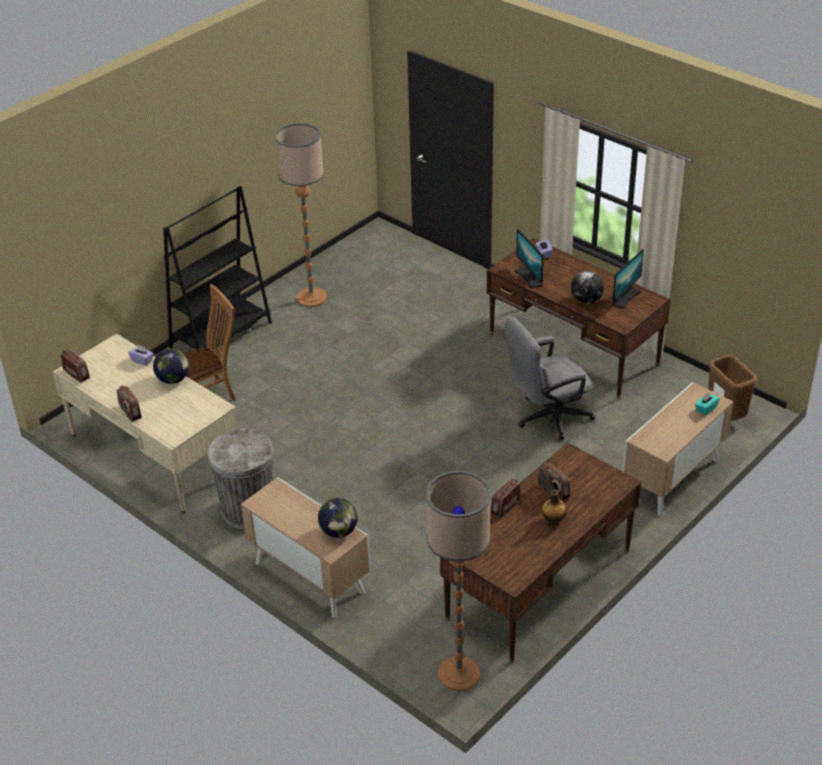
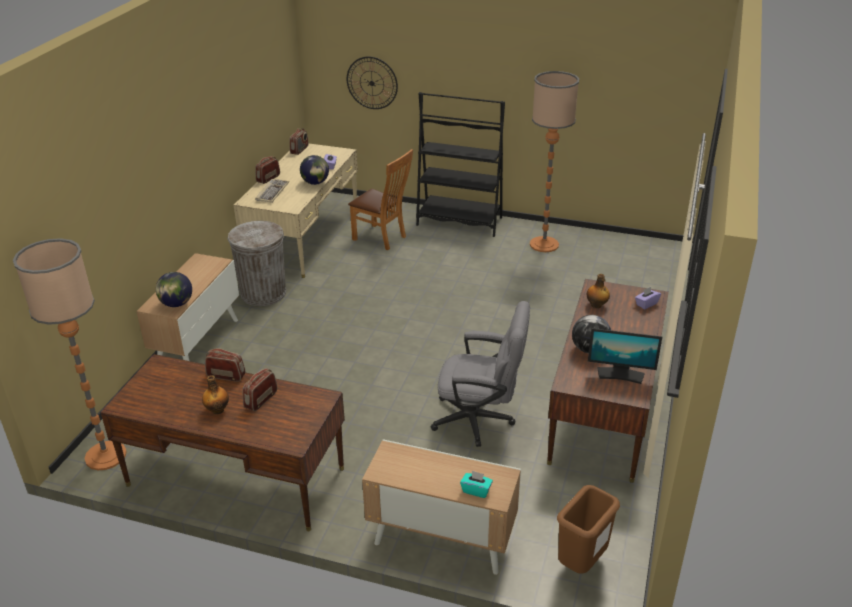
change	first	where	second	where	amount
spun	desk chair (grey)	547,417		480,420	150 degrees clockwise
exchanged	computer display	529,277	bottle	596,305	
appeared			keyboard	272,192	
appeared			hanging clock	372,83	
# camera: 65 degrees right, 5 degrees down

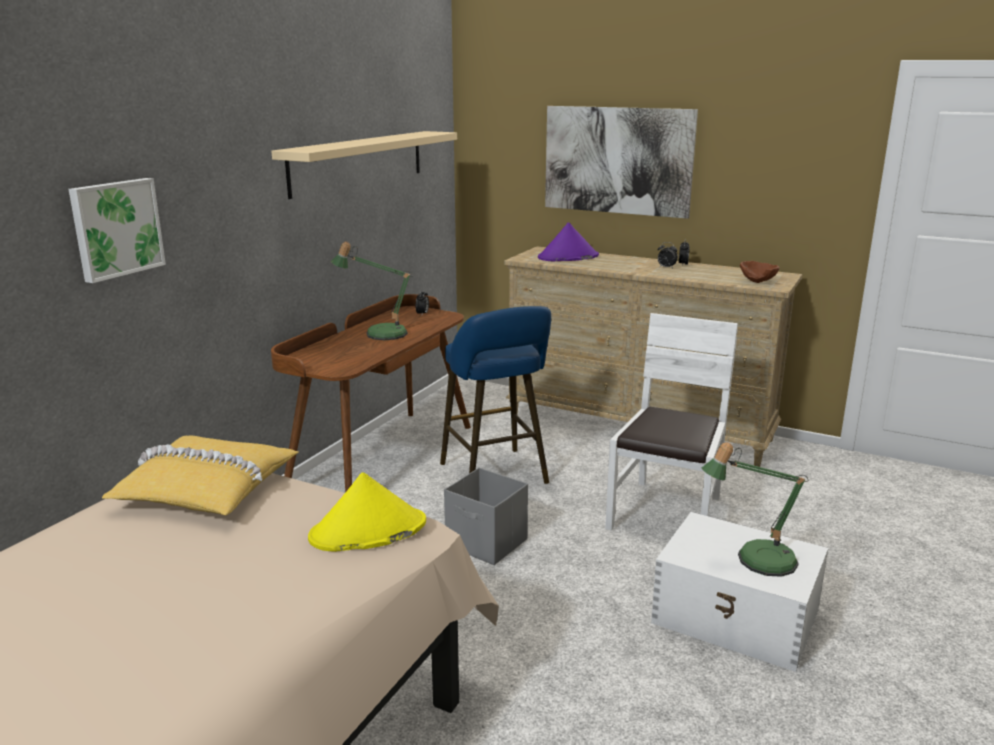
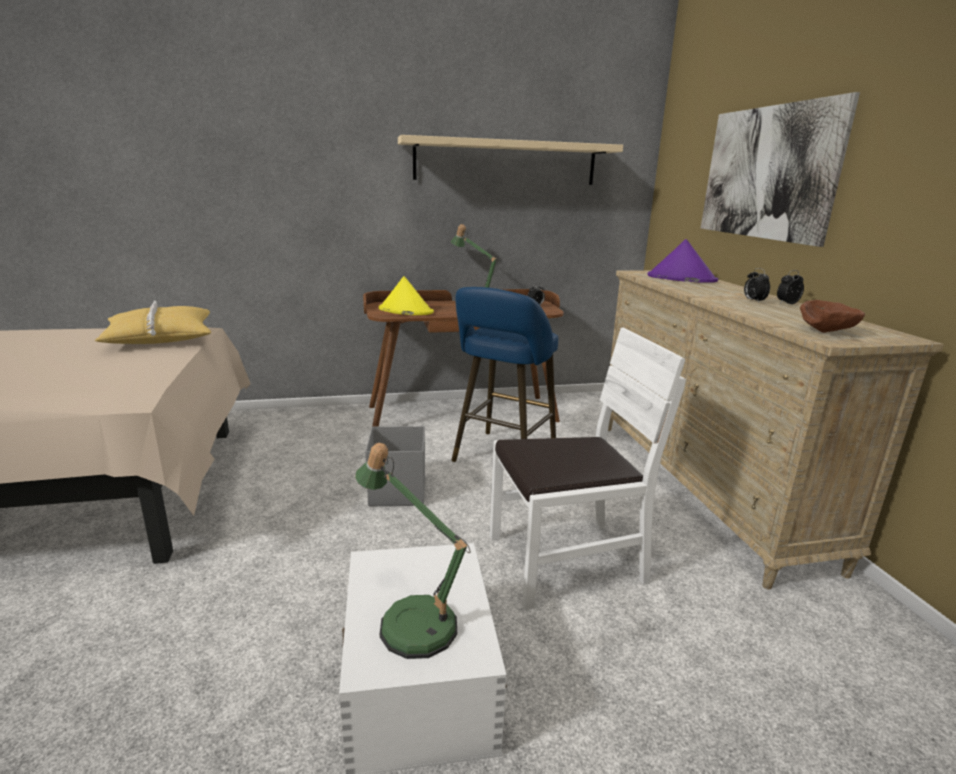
change	first	where	second	where	amount
missing	wall art	116,228			
relocated	clothing hat (yellowish)	367,531		405,310	
# camera: 50 degrees right, 0 degrees up

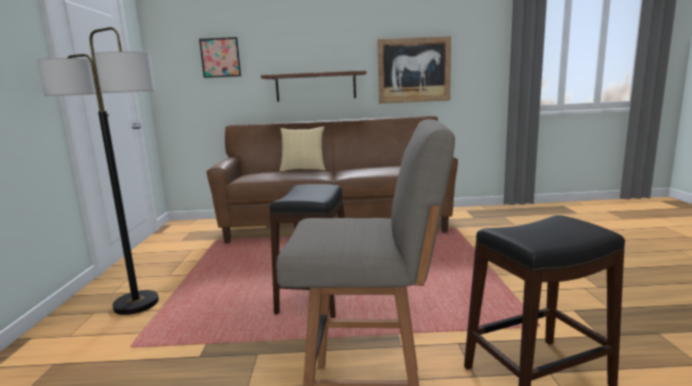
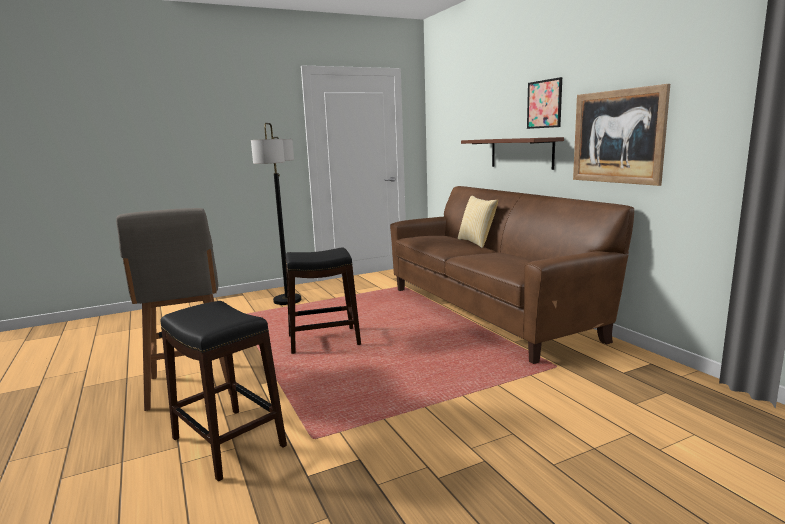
change	first	where	second	where	amount
relocated	wall art	220,57		544,104	
# camera: 65 degrees right, 0 degrees up

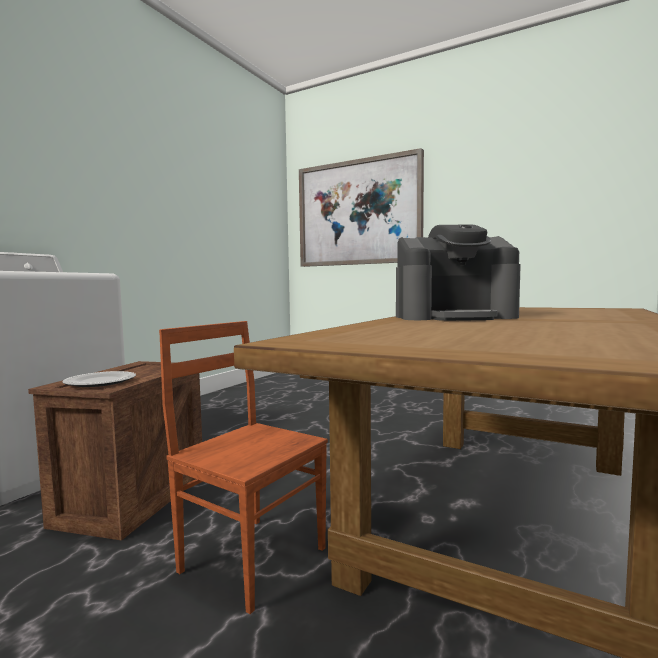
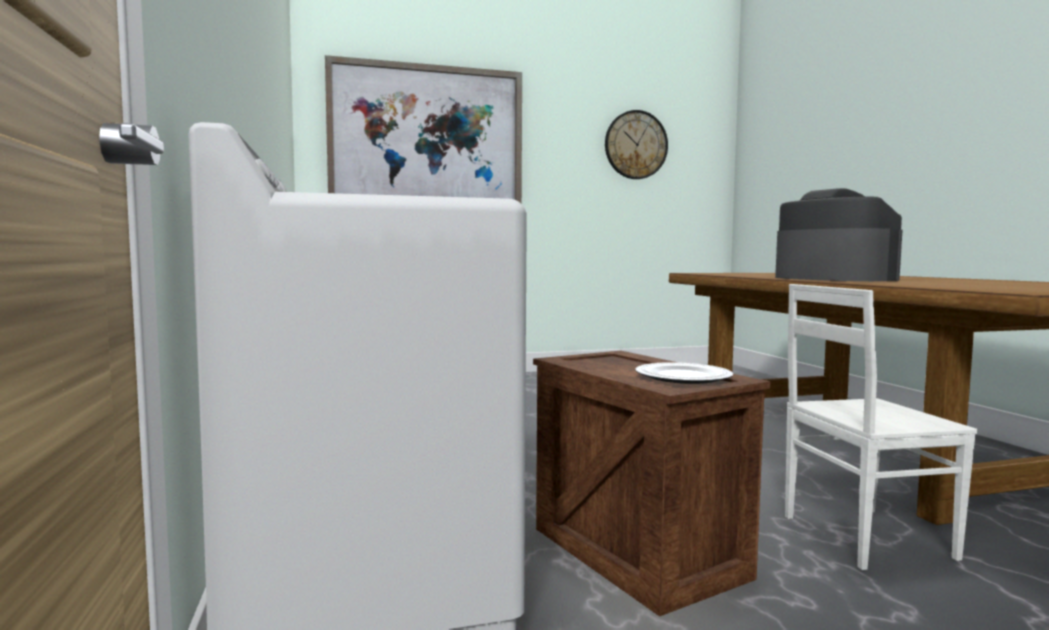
change	first	where	second	where	amount
colour	upright chair (brownish)	253,558	upright chair (white)	862,536	
spun	coffee brewer	454,317		832,279	75 degrees counterclockwise
appeared			hanging clock	636,145	
# camera: 45 degrees left, 0 degrees up

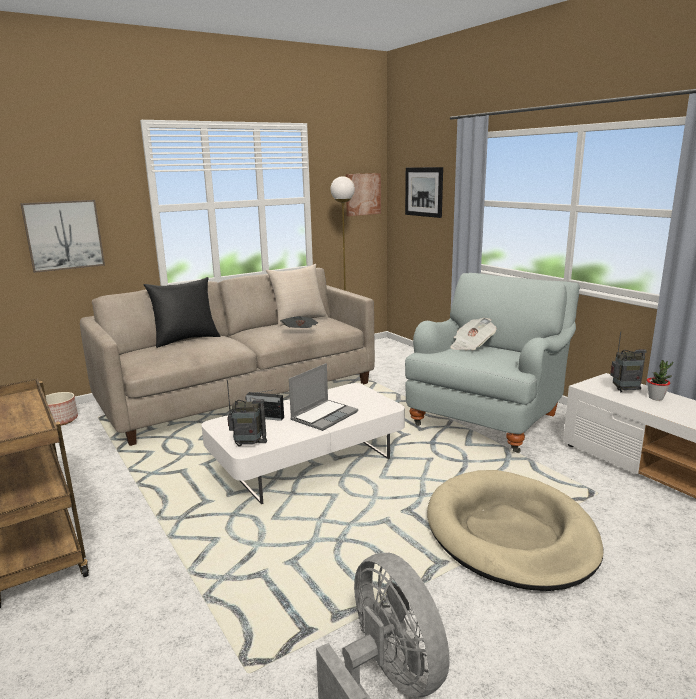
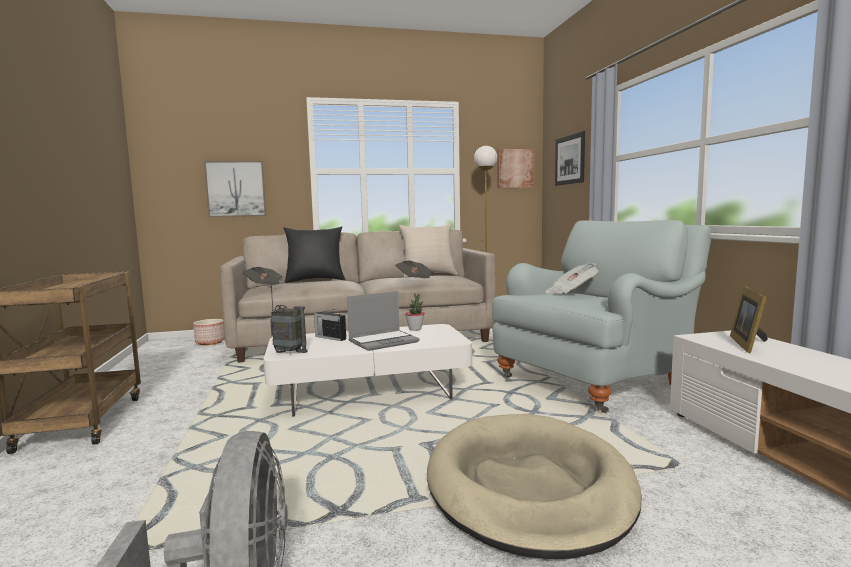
change	first	where	second	where	amount
exchanged	radio	625,391	picture frame	749,344	
relocated	potted plant	656,398		415,329	
appeared			daily paper	265,287	
# camera: 20 degrees right, 10 degrees down

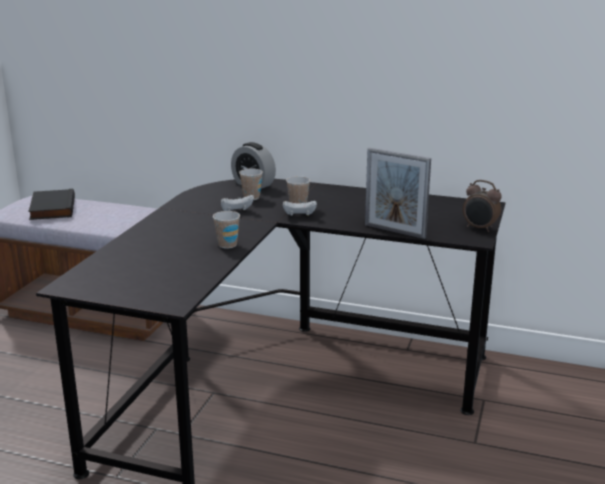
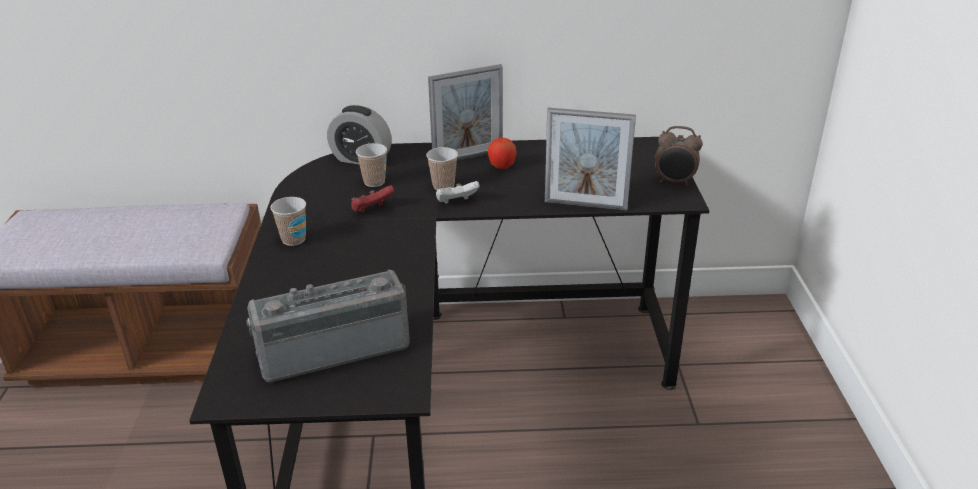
change	first	where	second	where	amount
missing	book (blackish)	51,208			
relocated	small cup	227,245		293,239	
colour	joypad (white)	236,211	joypad (red-coloured)	372,209	
appeared			radio	333,348	
appeared			picture frame	468,157	
appeared			apple fruit	502,166	
# camera: 20 degrees left, 10 degrees up

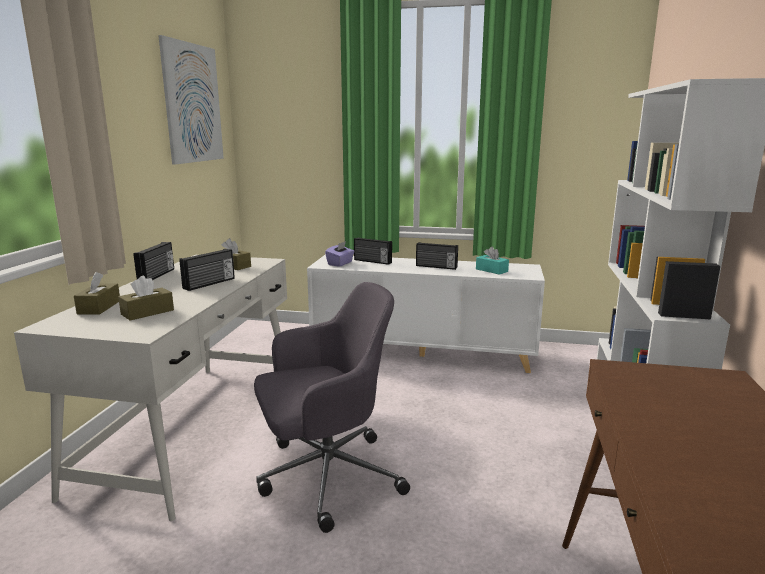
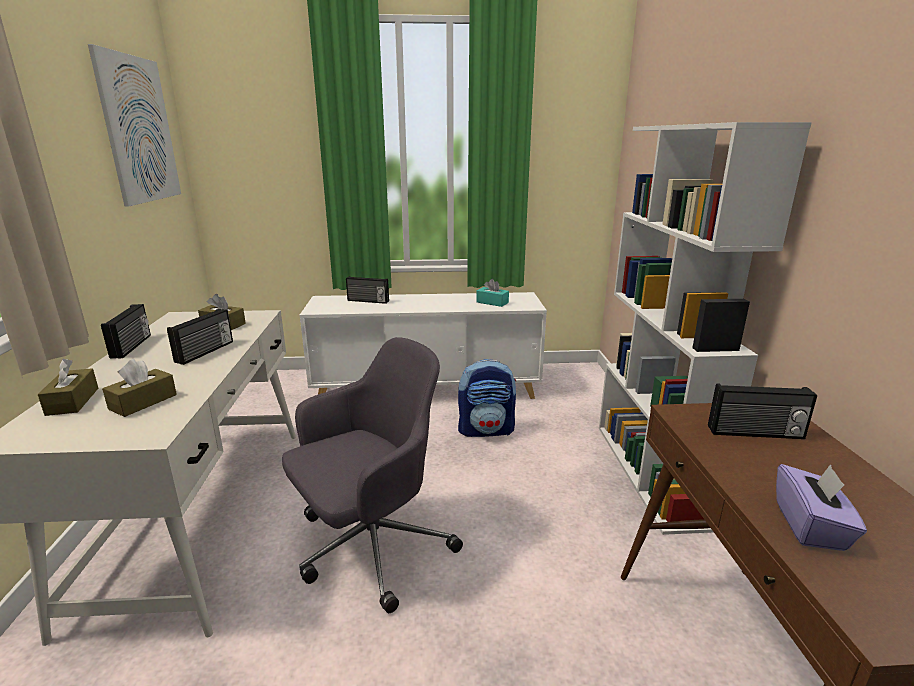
change	first	where	second	where	amount
relocated	tissue holder (purplish)	340,263		810,526	
relocated	radio	436,267		755,433	
appeared			knapsack	486,430	
# camera: 15 degrees left, 5 degrees up

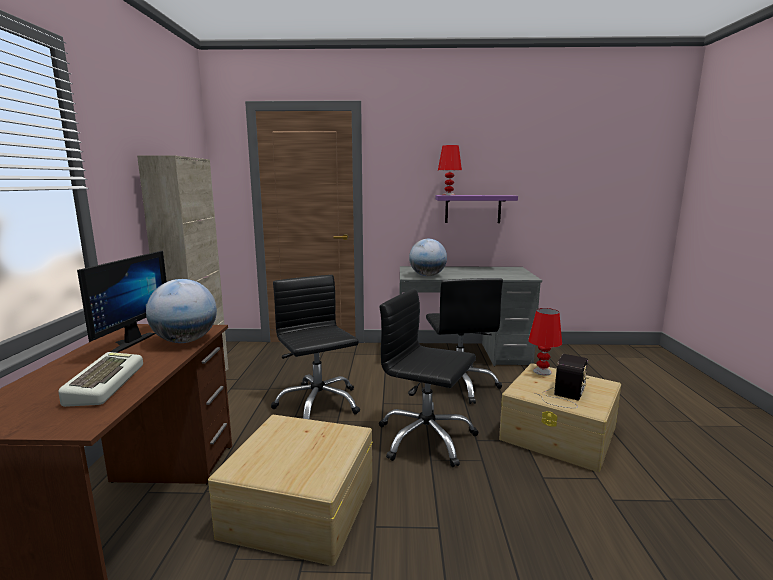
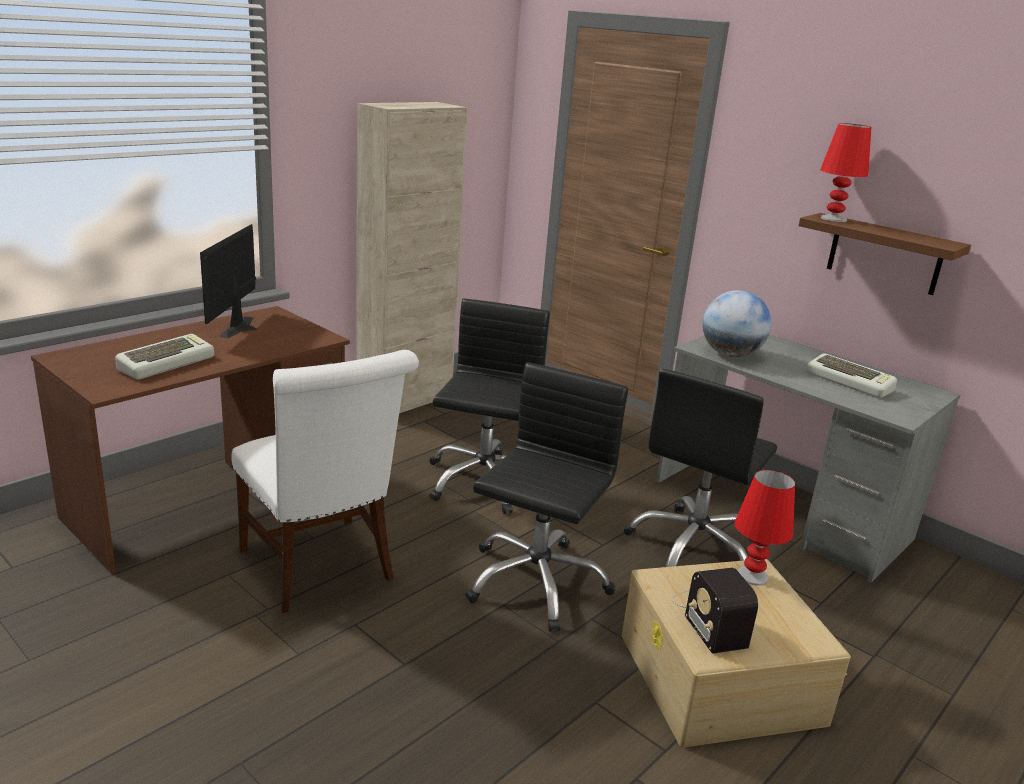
change	first	where	second	where	amount
spun	computer display	127,342		244,328	135 degrees clockwise
missing	desk globe	185,341			
exchanged	storage box (beige-coloured)	299,507	upright chair (white)	321,569	
spun	desk chair (blackish)	425,438		536,581	45 degrees clockwise
colour	bracket shelf (purplish)	473,209	bracket shelf (brownish)	885,254	
spun	radio	564,395		709,617	90 degrees clockwise
appeared			keyboard	850,382	
# camera: 40 degrees right, 10 degrees up

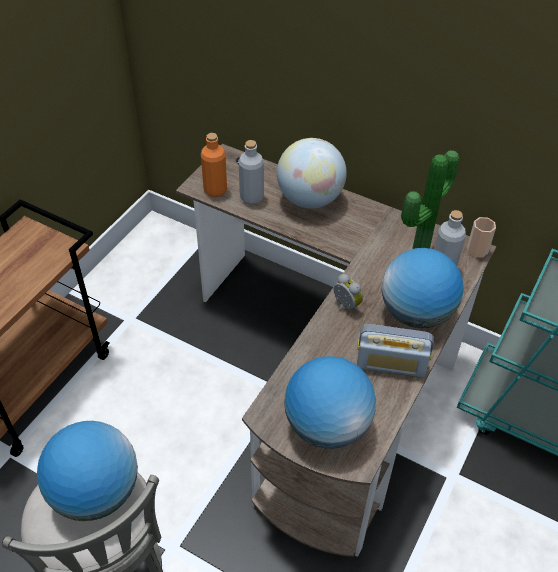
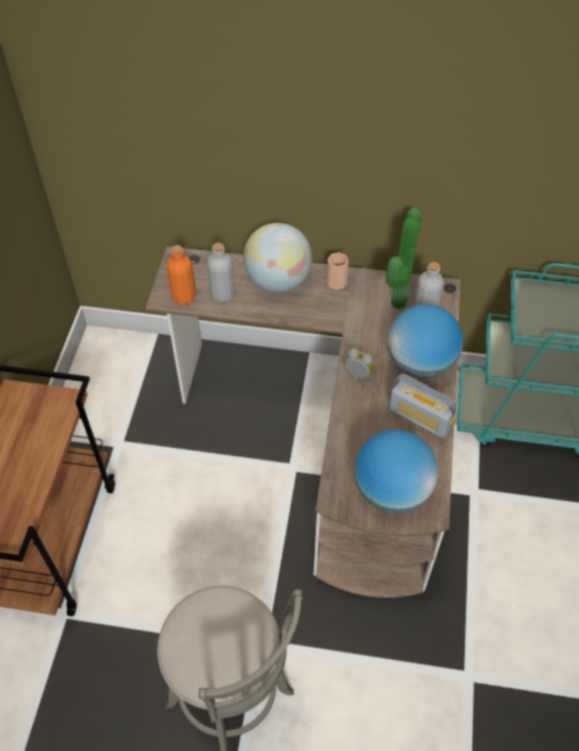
change	first	where	second	where	amount
missing	desk globe	96,492			
spun	radio	391,364		420,418	45 degrees clockwise
relocated	small cup	477,250		336,283	
# camera: 20 degrees left, 5 degrees up

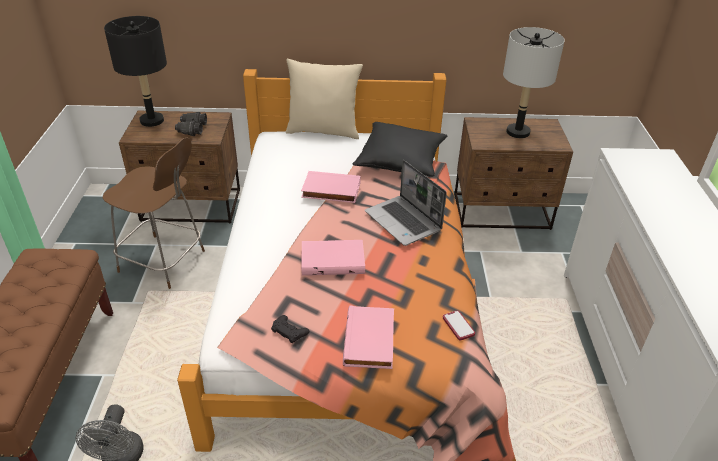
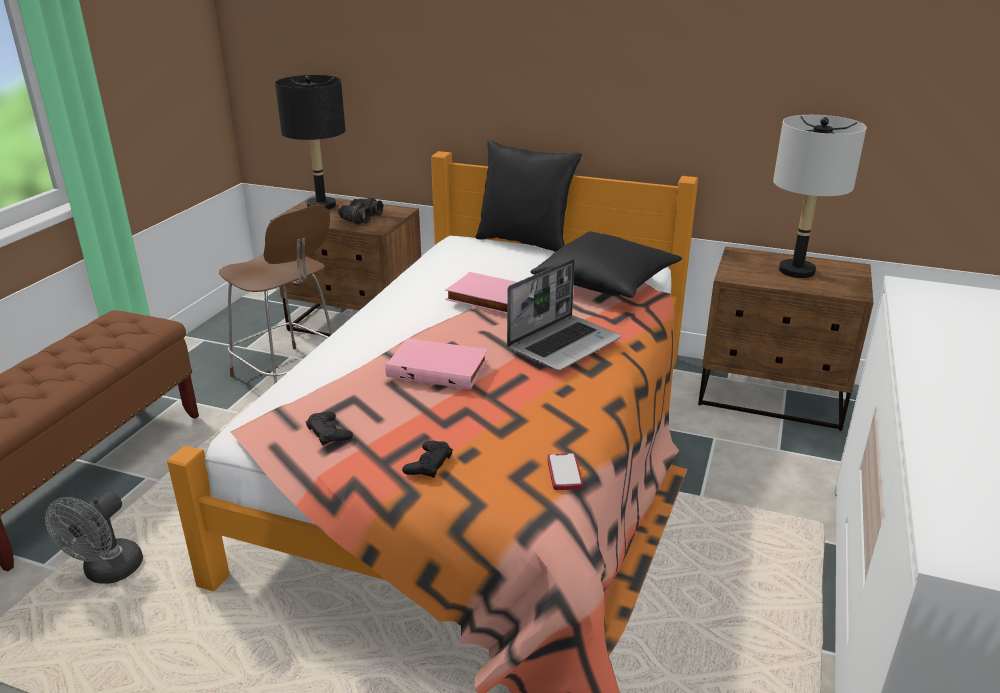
change	first	where	second	where	amount
colour	throw pillow (beige-coloured)	323,131	throw pillow (blackish)	525,242	
exchanged	book (pinkish)	371,340	joypad (blackish)	428,464	
spun	laptop	404,222		564,344	120 degrees counterclockwise
# camera: 20 degrees right, 10 degrees down

